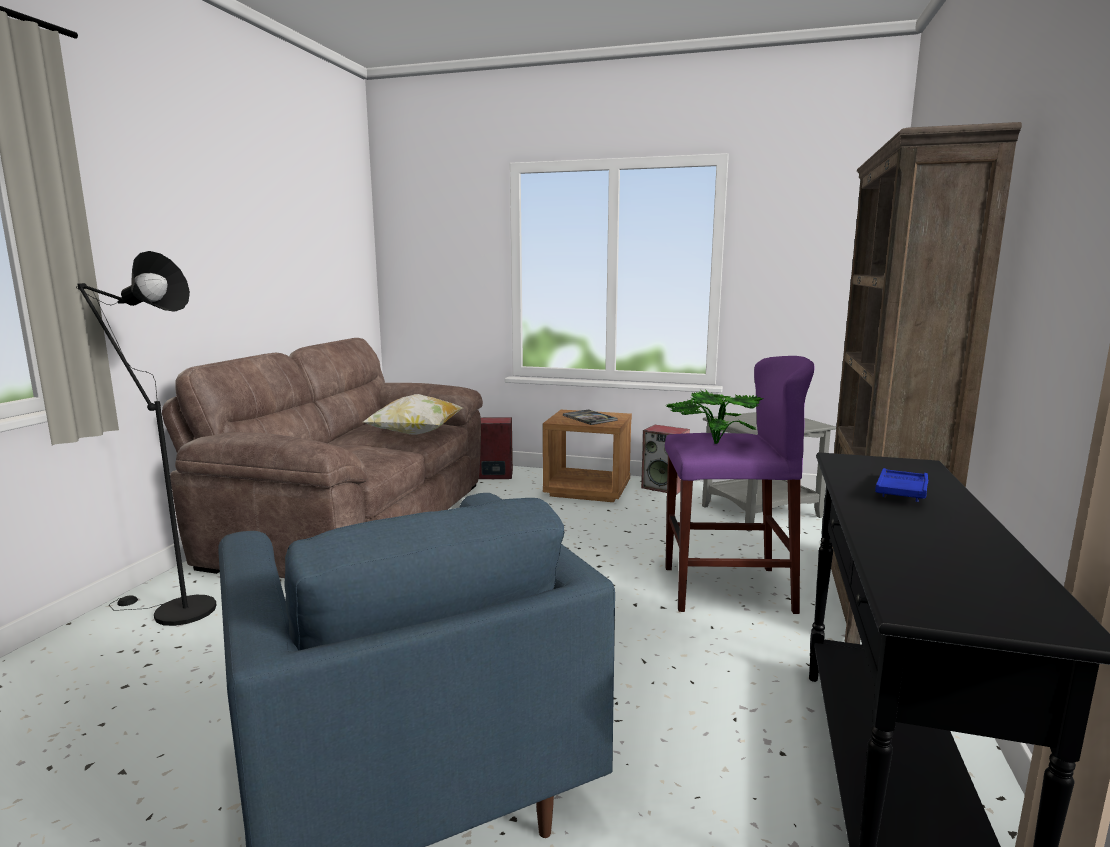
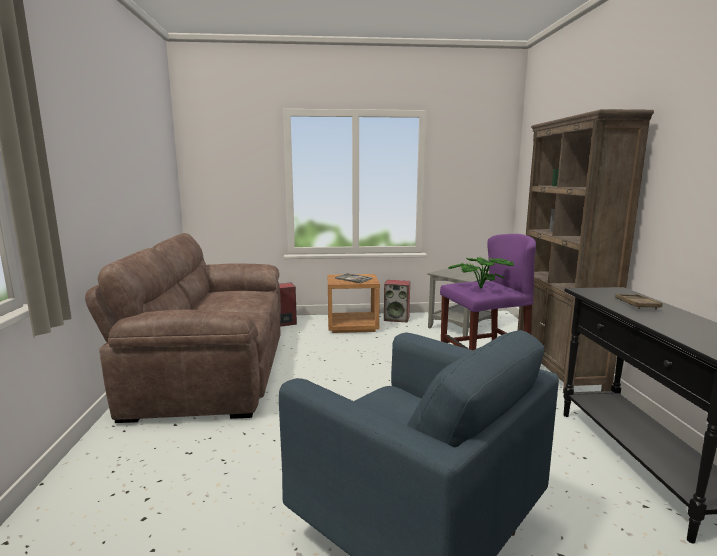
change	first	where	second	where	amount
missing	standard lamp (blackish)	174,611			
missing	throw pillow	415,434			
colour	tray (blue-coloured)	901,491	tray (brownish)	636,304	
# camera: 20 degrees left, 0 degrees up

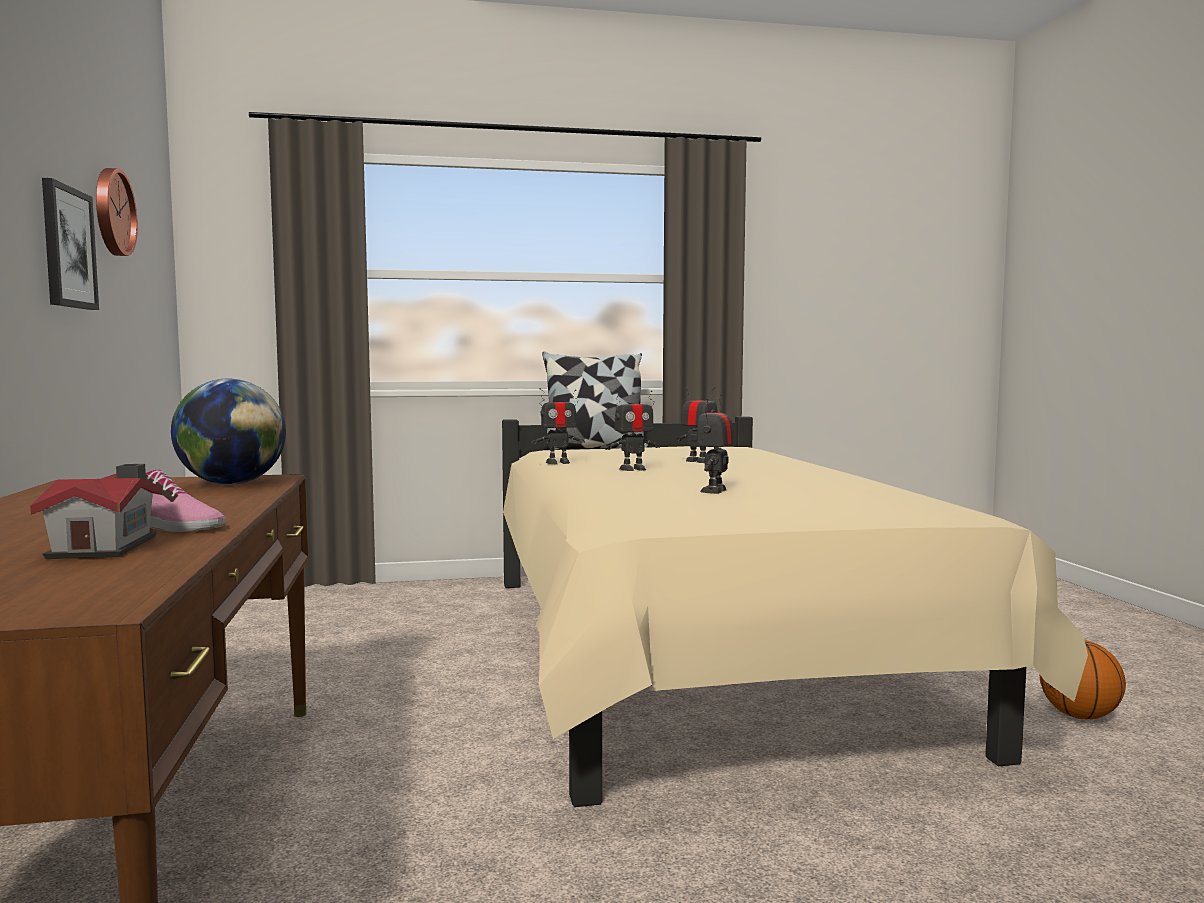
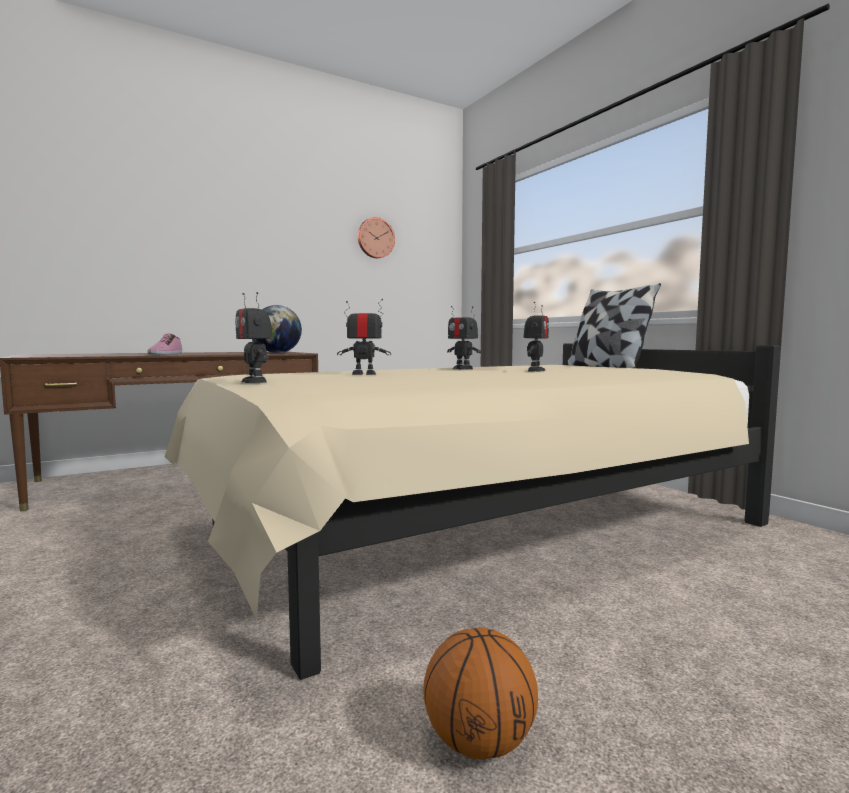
change	first	where	second	where	amount
missing	toy house	108,546			
missing	wall art	67,247			
relocated	model robot	558,463		255,381	
# camera: 70 degrees right, 0 degrees up

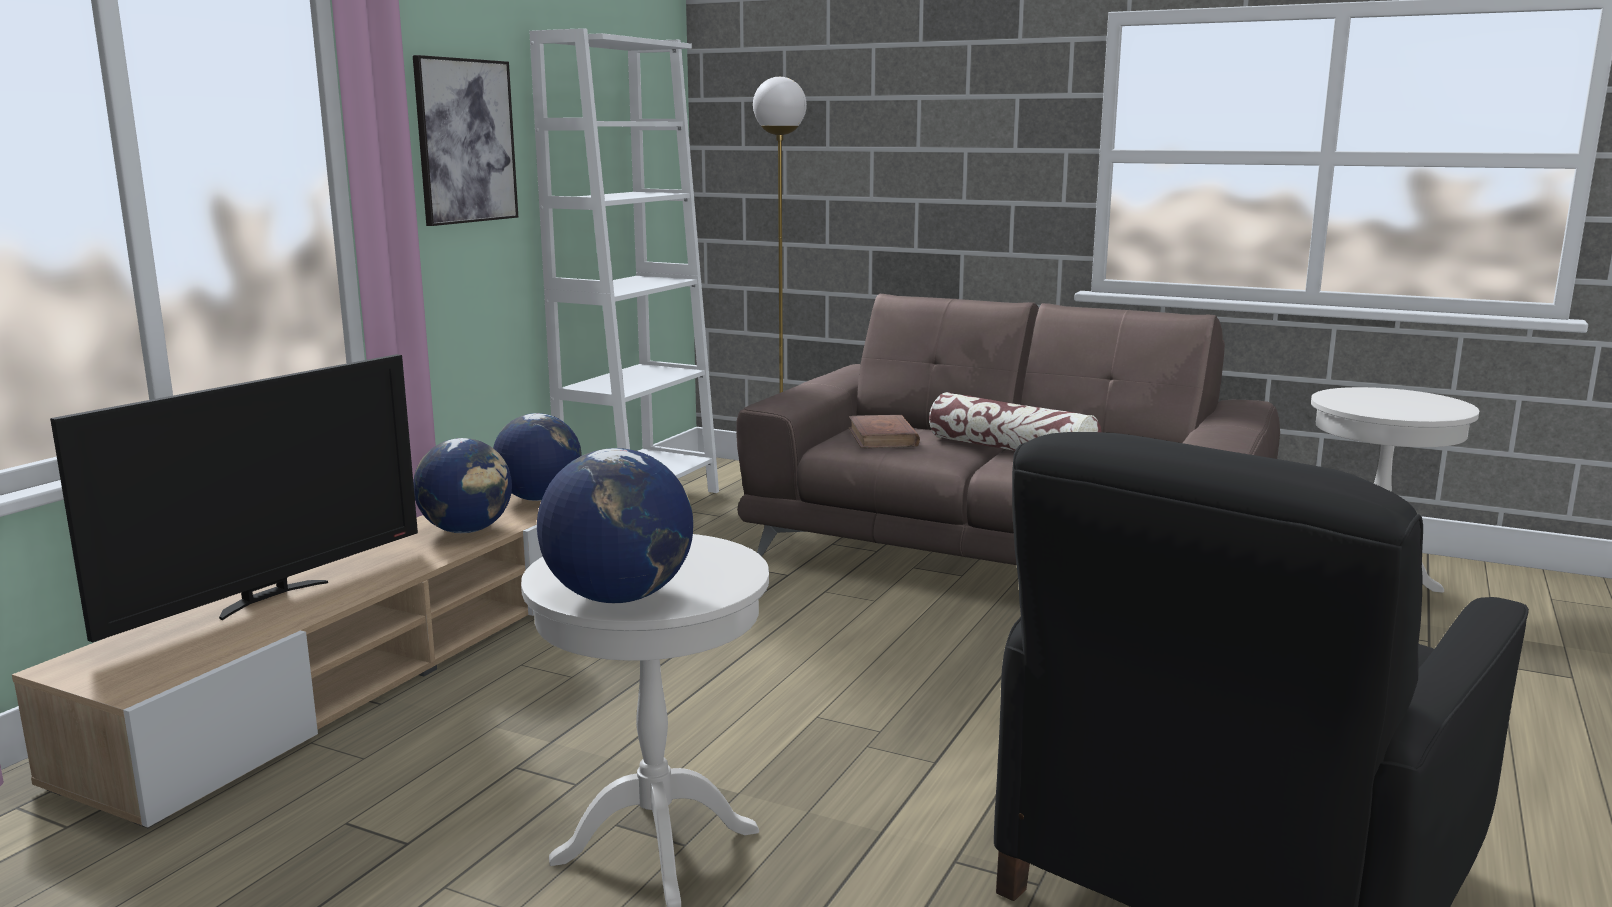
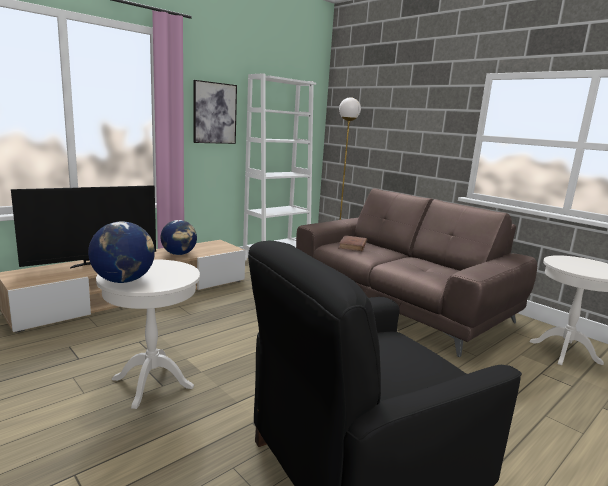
change	first	where	second	where	amount
missing	desk globe	539,498			
missing	throw pillow	1012,450			
# camera: 20 degrees right, 0 degrees up

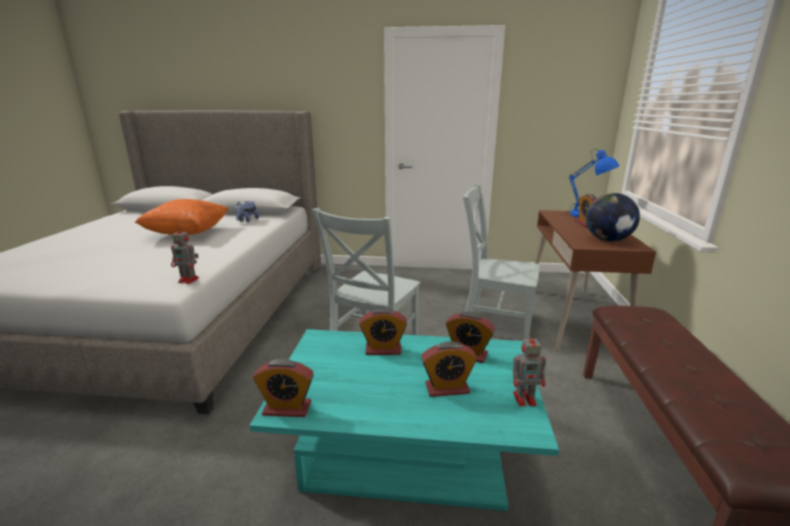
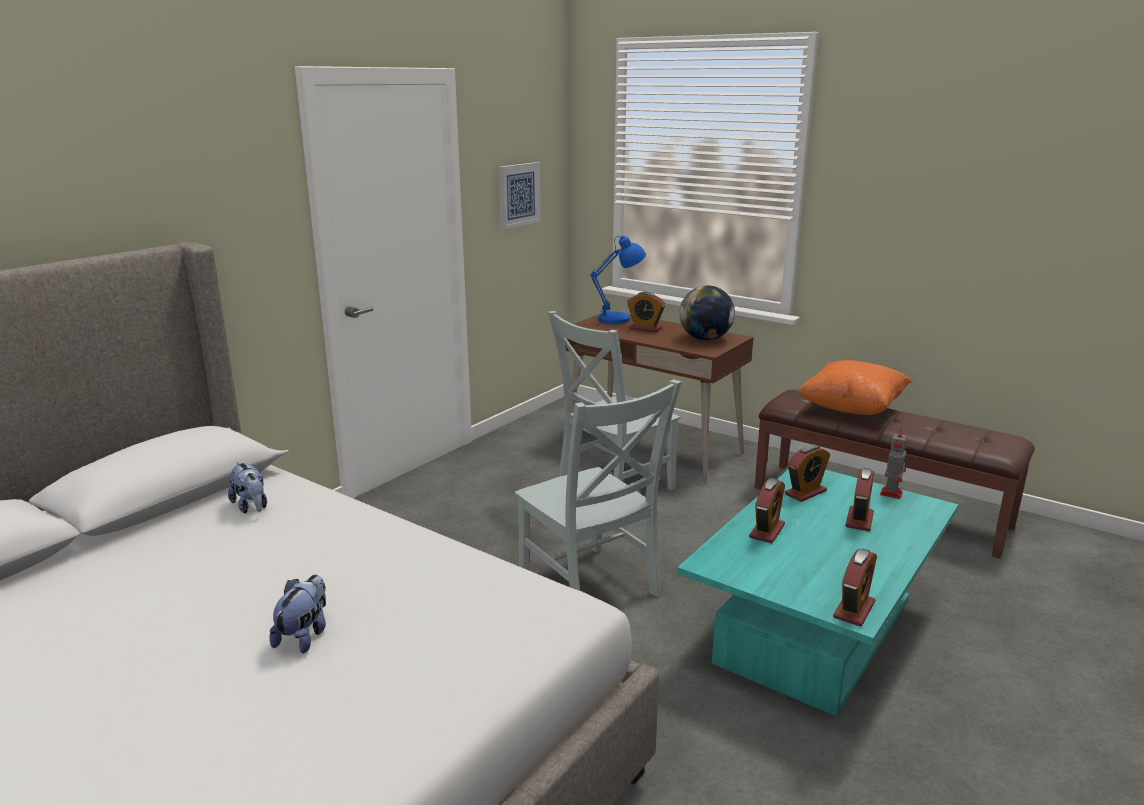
change	first	where	second	where	amount
relocated	throw pillow (orangey)	187,233		851,409	
missing	model robot	189,280			
appeared			soft toy	304,636	
appeared			wall art	518,195	
# camera: 60 degrees left, 0 degrees up

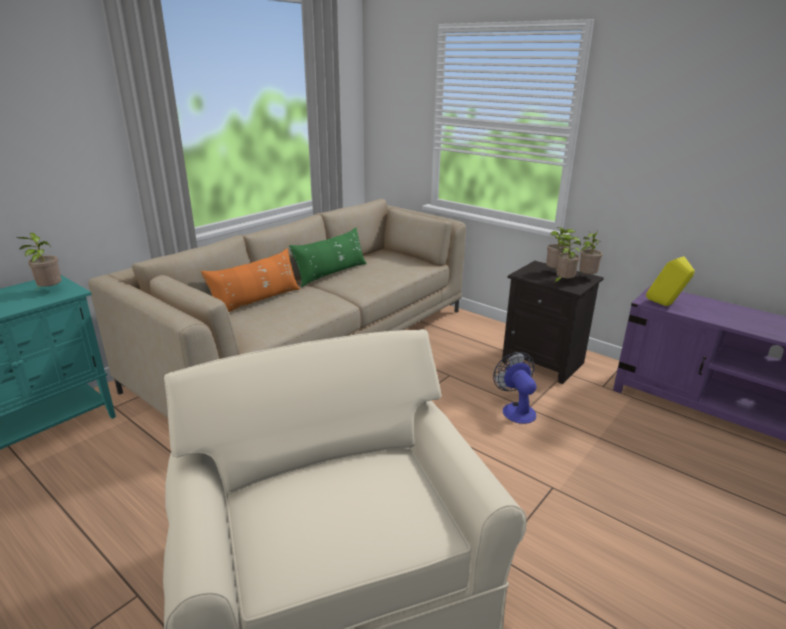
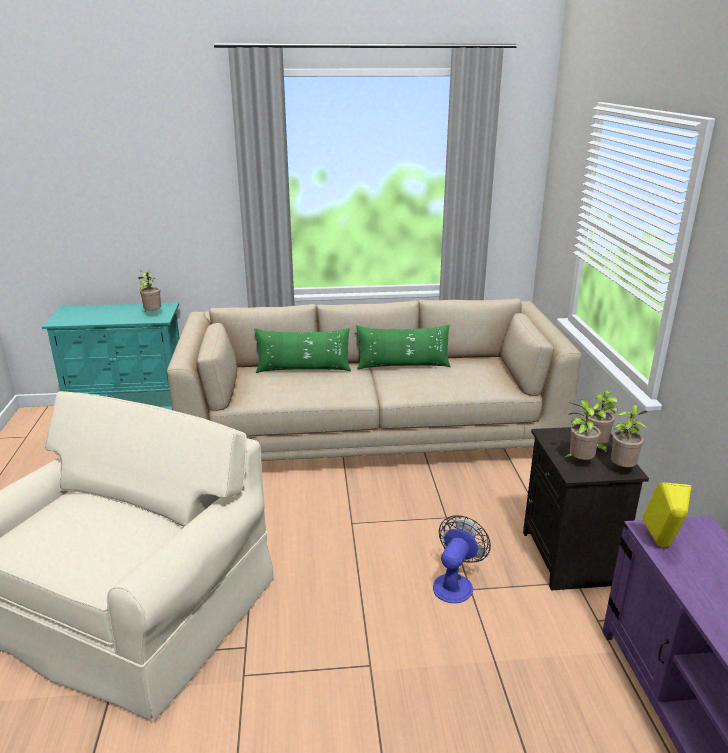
change	first	where	second	where	amount
colour	throw pillow (orangey)	256,301	throw pillow (green)	303,369	
# camera: 45 degrees right, 0 degrees up

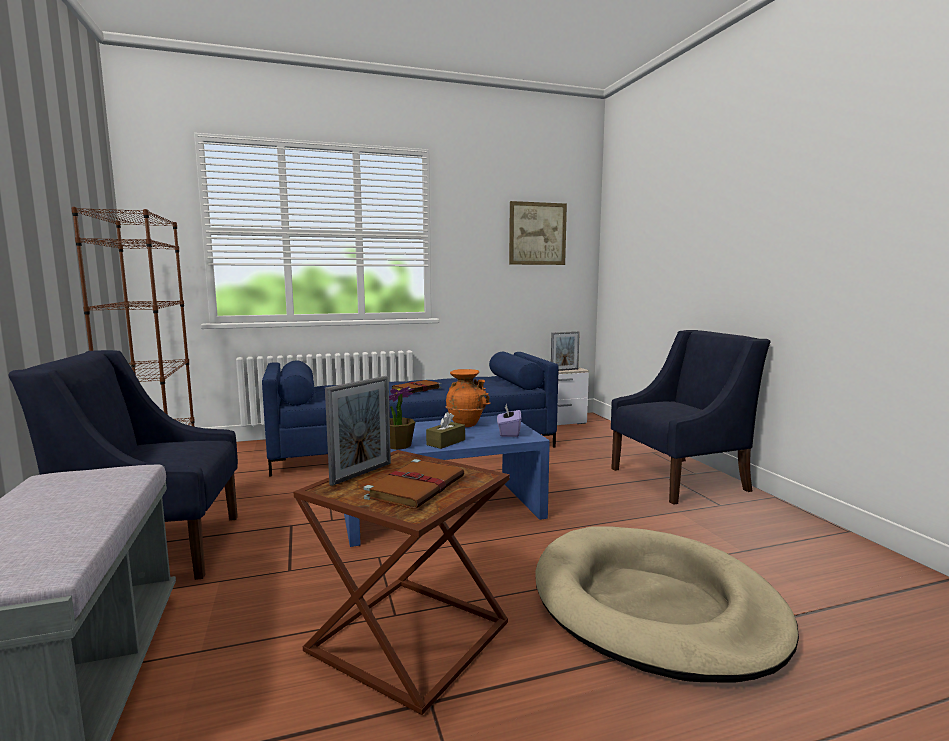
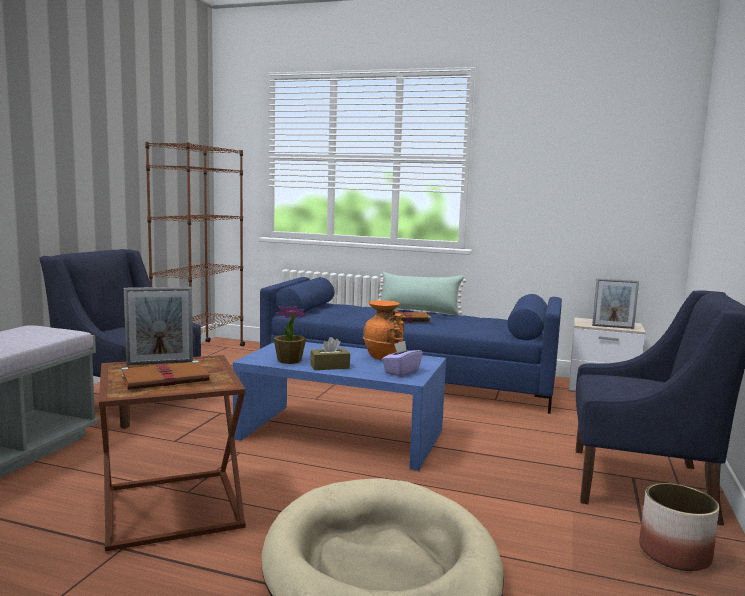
change	first	where	second	where	amount
missing	wall art	537,233			
appeared			throw pillow (green)	418,311	
appeared			planter	674,553	
# camera: 35 degrees right, 0 degrees up

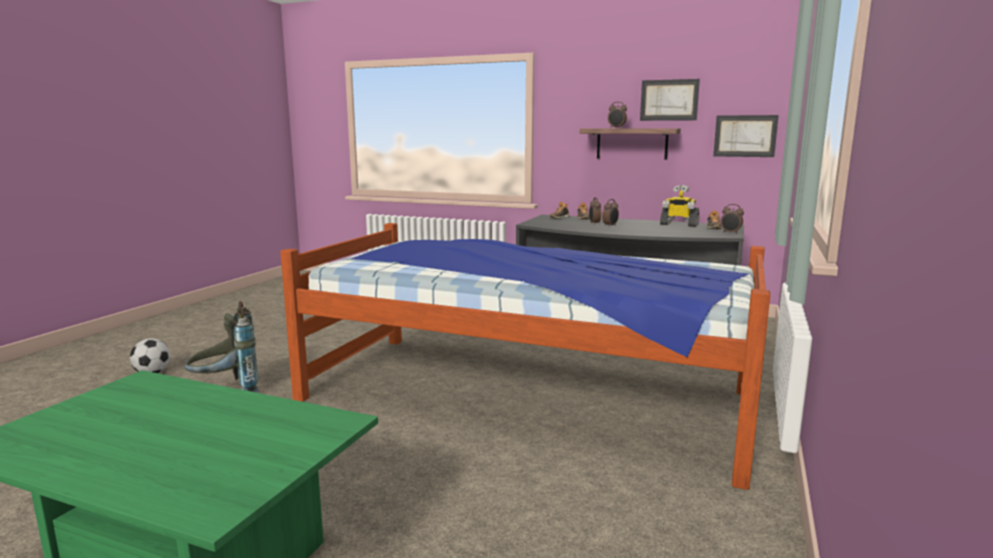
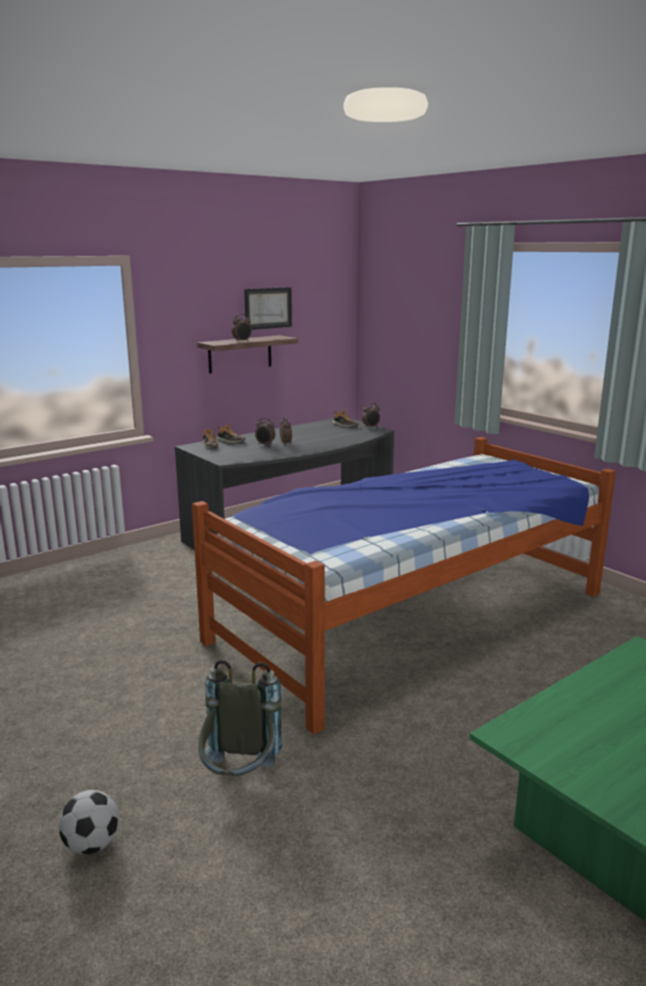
change	first	where	second	where	amount
missing	model robot	678,224			
missing	wall art	745,136			
# camera: 60 degrees left, 5 degrees up

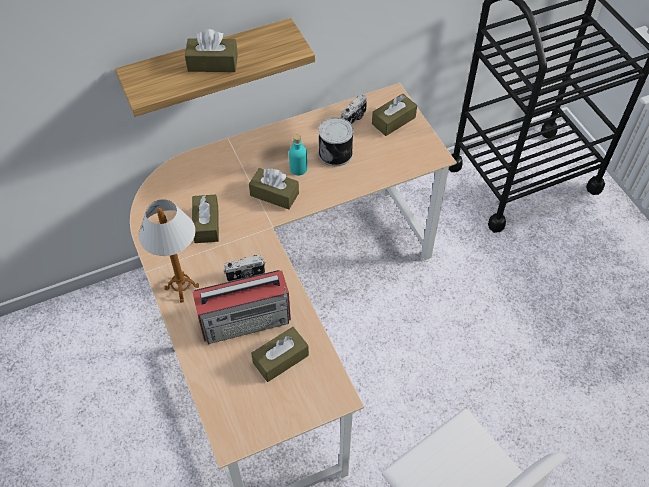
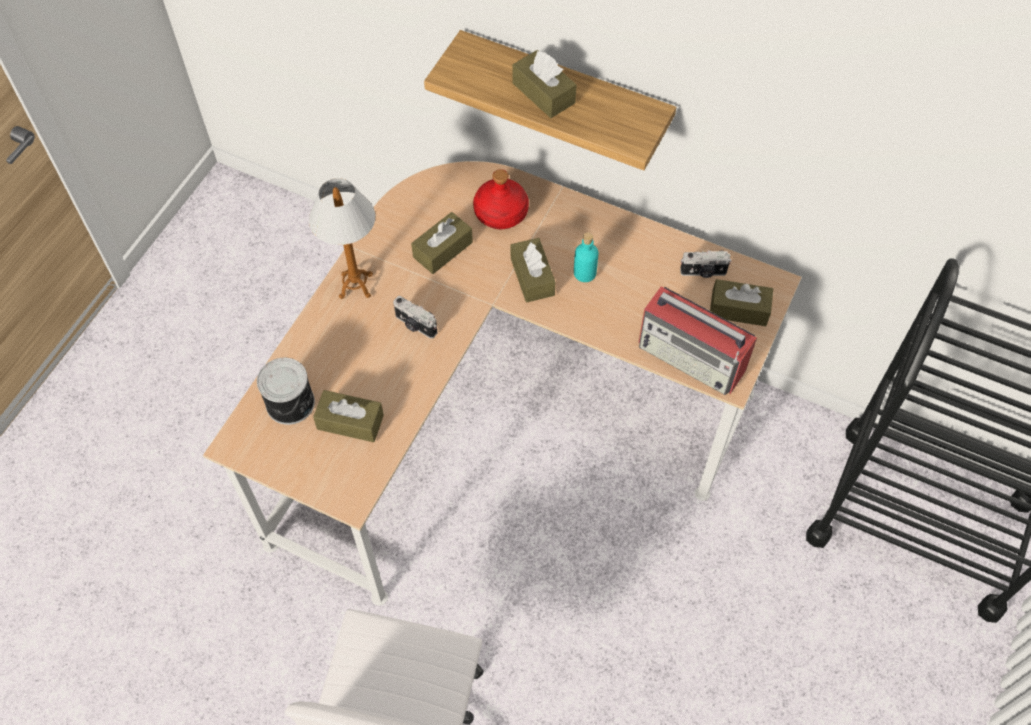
change	first	where	second	where	amount
relocated	radio	246,320		692,358	
relocated	can	336,153		291,403	
appeared			bottle (red-coloured)	501,213	
# camera: 50 degrees right, 5 degrees up

